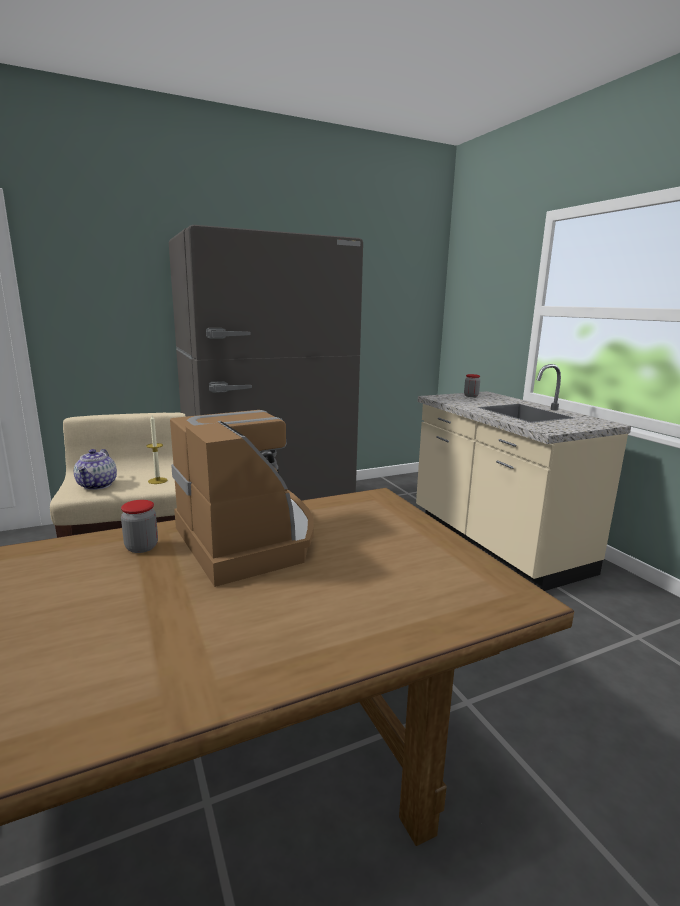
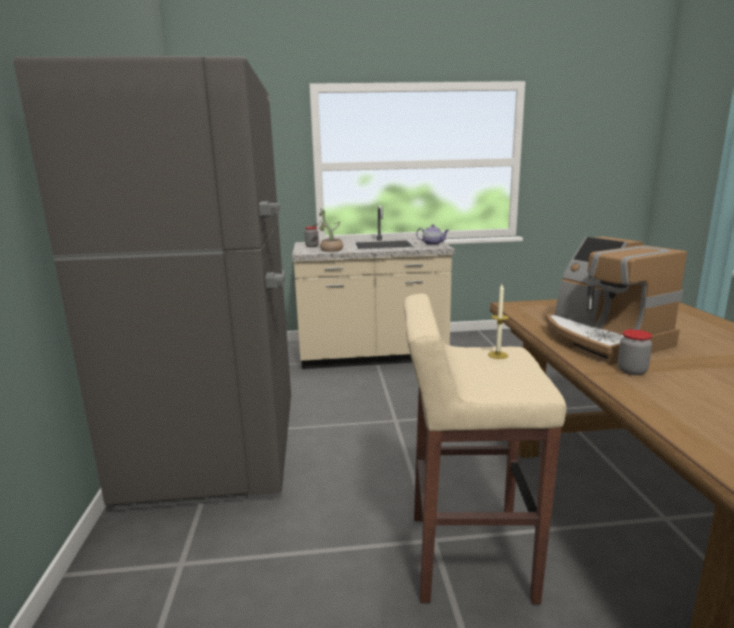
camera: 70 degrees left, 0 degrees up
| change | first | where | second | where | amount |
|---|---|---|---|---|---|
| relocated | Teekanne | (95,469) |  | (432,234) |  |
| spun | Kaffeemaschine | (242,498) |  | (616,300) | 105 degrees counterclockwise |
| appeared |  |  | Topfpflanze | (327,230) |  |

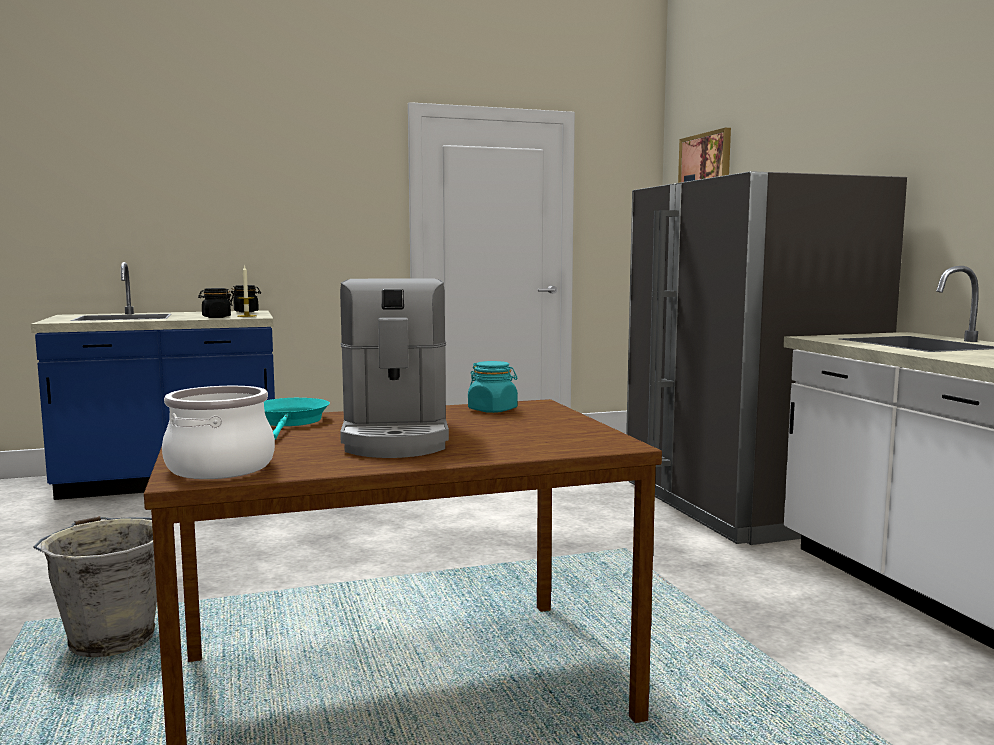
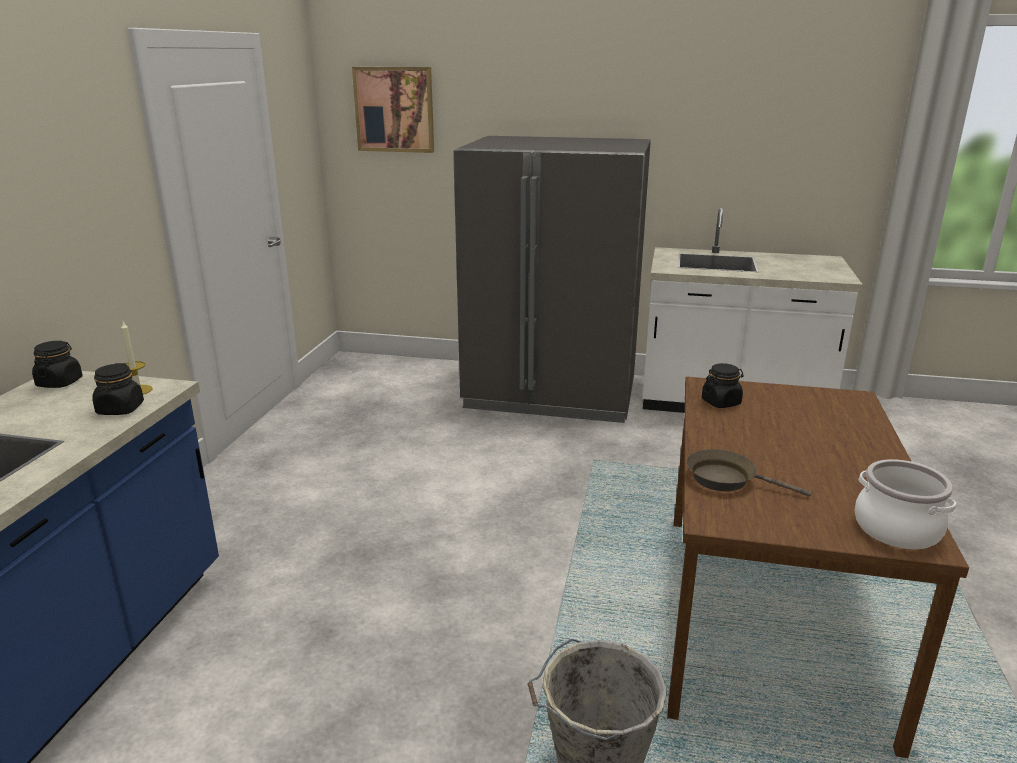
camera: 60 degrees left, 15 degrees up
| change | first | where | second | where | amount |
|---|---|---|---|---|---|
| colour | Pfanne (türkis) | (297,418) | Pfanne (braun) | (749,472) |  |
| missing | Kaffeemaschine | (394,368) |  |  |  |
| colour | Vorratsglas (türkis) | (493,387) | Vorratsglas (schwarz) | (723,385) |  |

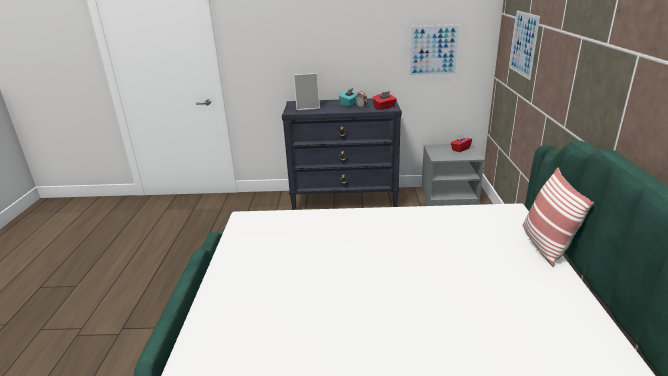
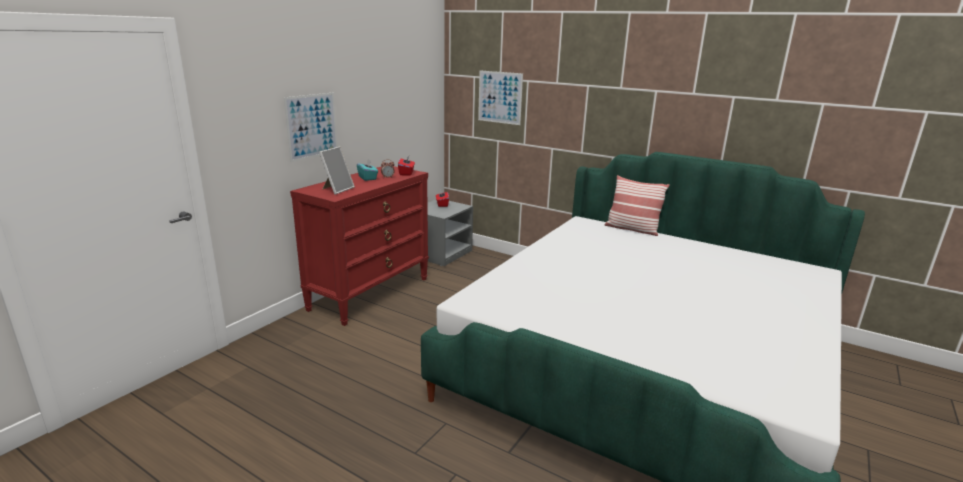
camera: 60 degrees left, 5 degrees down
| change | first | where | second | where | amount |
|---|---|---|---|---|---|
| colour | Kommode (schwarz) | (342,154) | Kommode (rot) | (359,246) |  |
| relocated | Bild | (434,50) |  | (310,127) |  |

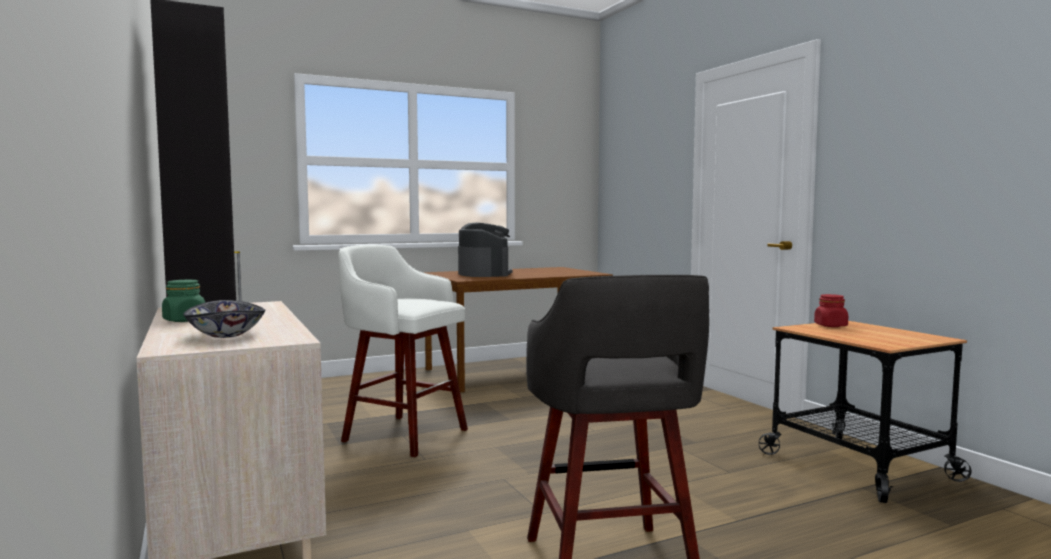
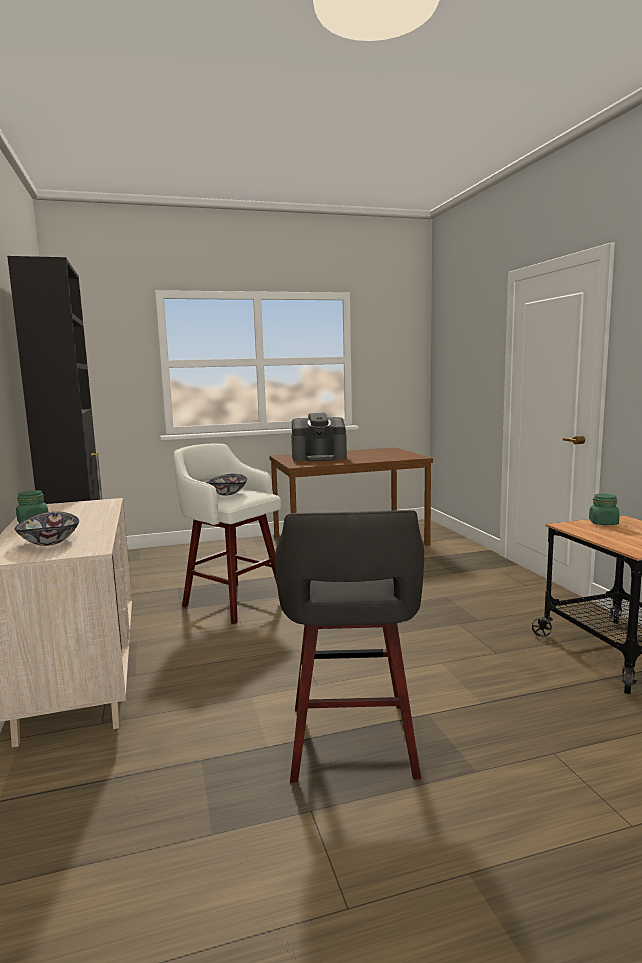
camera: 10 degrees right, 5 degrees up
| change | first | where | second | where | amount |
|---|---|---|---|---|---|
| spun | Kaffeemaschine | (485,249) |  | (319,437) | 90 degrees clockwise |
| colour | Vorratsglas (rot) | (831,310) | Vorratsglas (grün) | (604,509) |  |
| appeared |  |  | Schüssel | (226,484) |  |

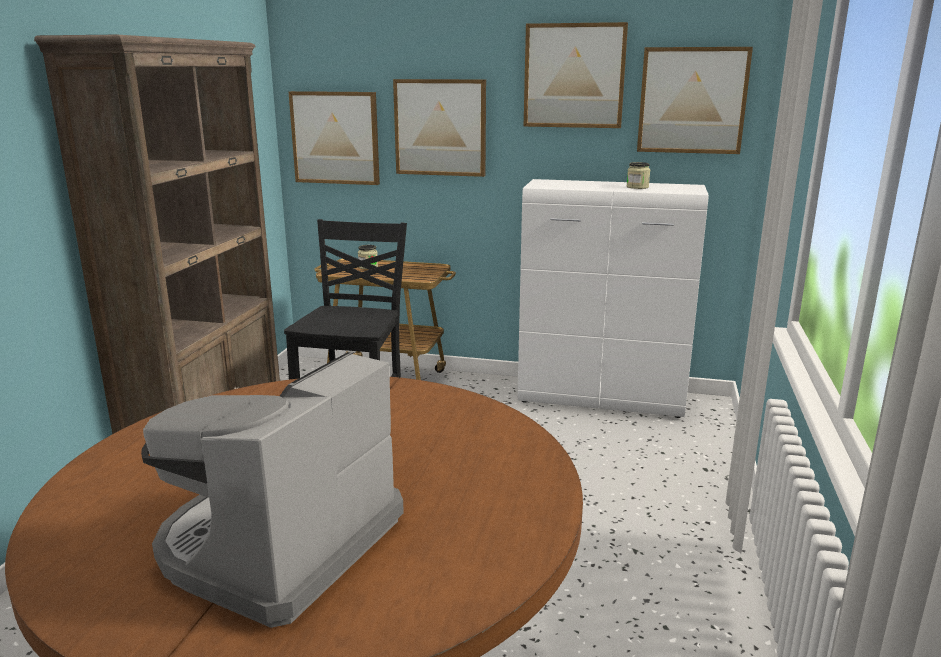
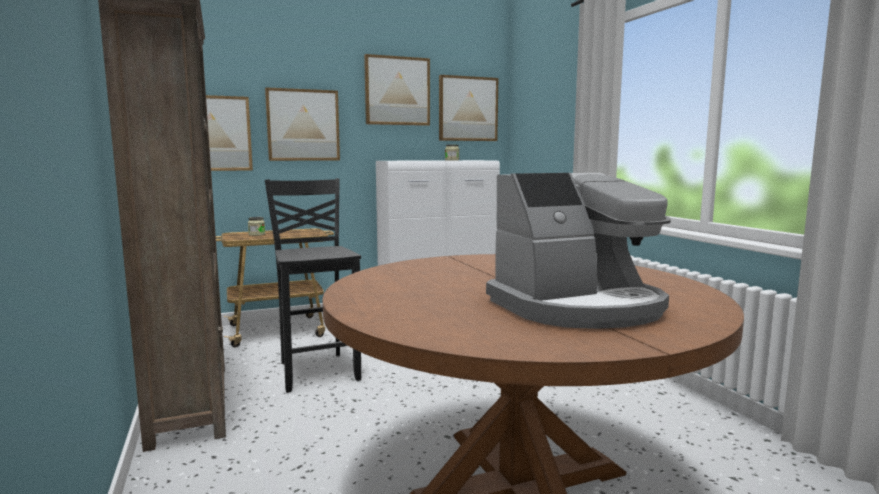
camera: 35 degrees left, 10 degrees down
| change | first | where | second | where | amount |
|---|---|---|---|---|---|
| spun | Kaffeemaschine | (272,489) |  | (578,251) | 105 degrees counterclockwise |

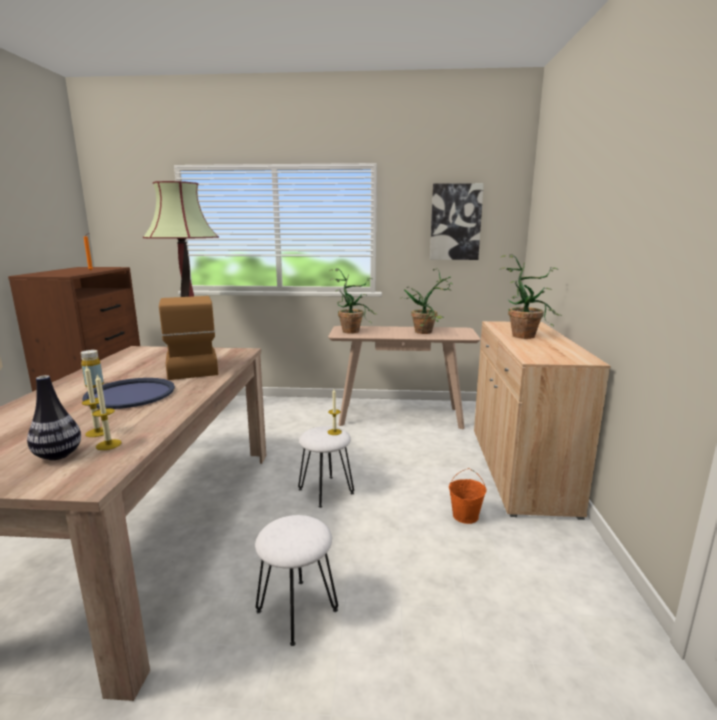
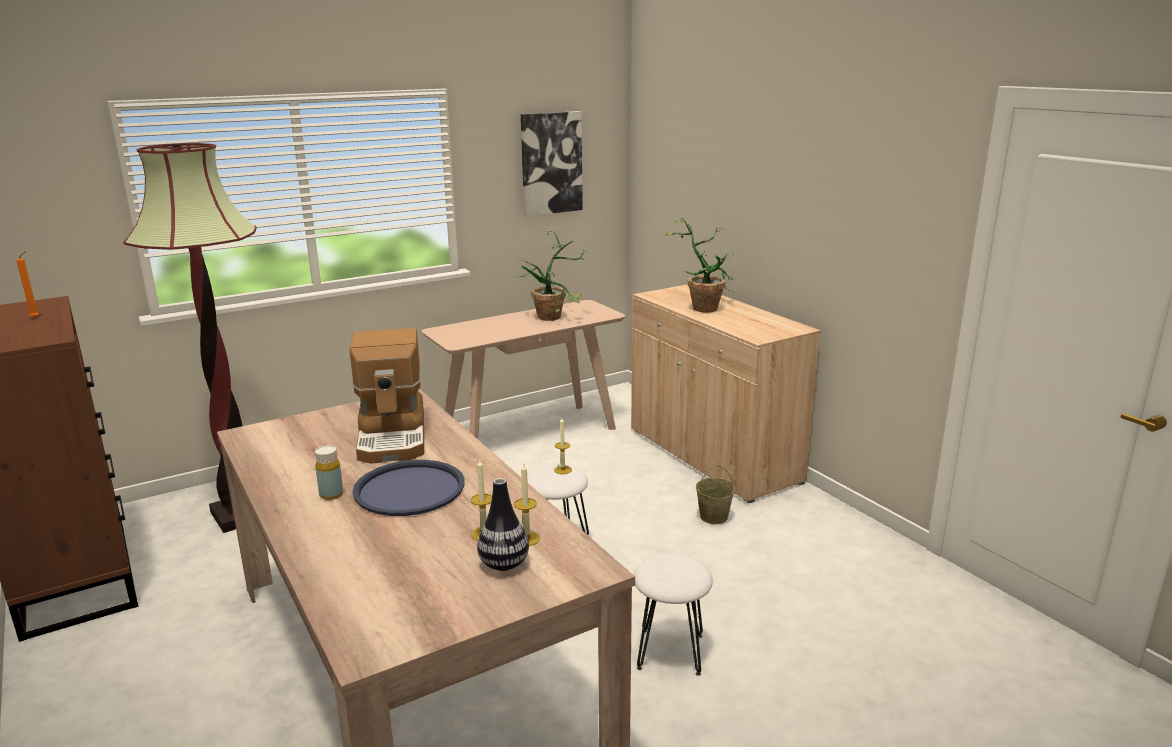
camera: 35 degrees left, 5 degrees up
| change | first | where | second | where | amount |
|---|---|---|---|---|---|
| spun | Kaffeemaschine | (188,338) |  | (387,396) | 135 degrees counterclockwise |
| missing | Topfpflanze | (353,301) |  |  |  |
| colour | Eimer (orange) | (467,496) | Eimer (beige) | (715,494) |  |

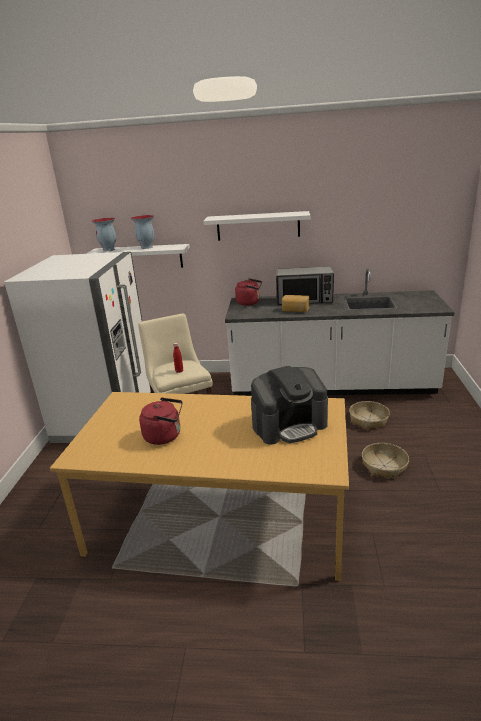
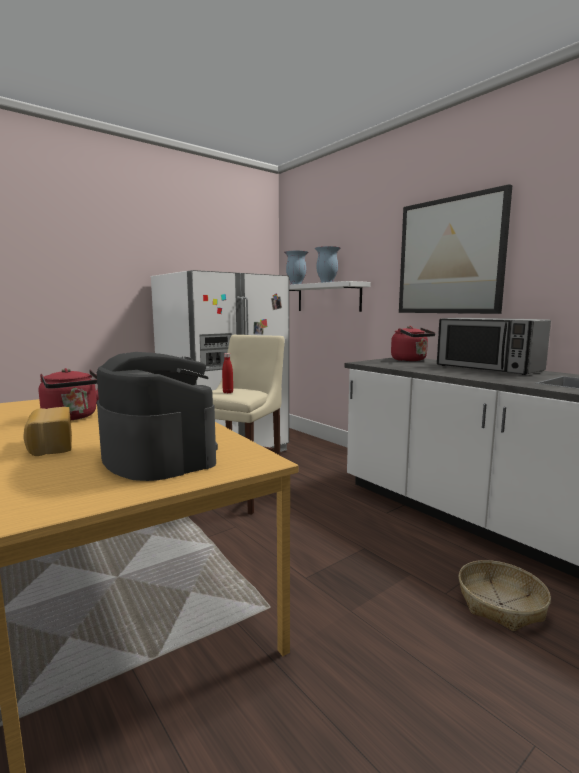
camera: 45 degrees right, 15 degrees down
| change | first | where | second | where | amount |
|---|---|---|---|---|---|
| exchanged | Wandregal (weiß) | (257,226) | Bild | (455,249) |  |
| spun | Kaffeemaschine | (289,405) |  | (157,416) | 150 degrees counterclockwise |
| relocated | Brot | (296,303) |  | (48,431) |  |
| missing | Korb | (385,461) |  |  |  |

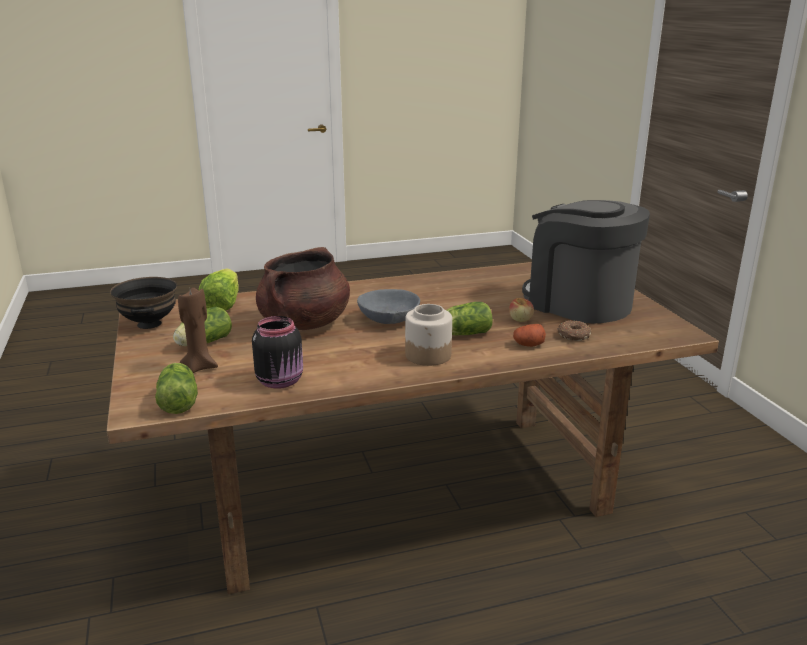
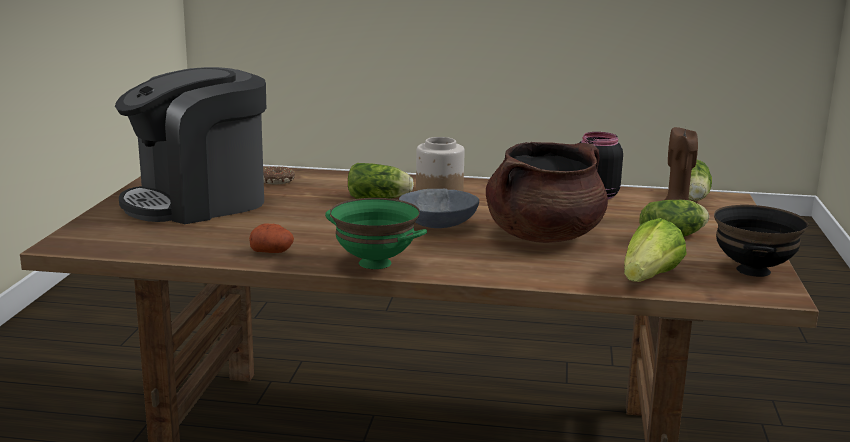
camera: 155 degrees left, 5 degrees down
| change | first | where | second | where | amount |
|---|---|---|---|---|---|
| missing | Apfel | (521,310) |  |  |  |
| relocated | Kartoffel | (529,335) |  | (271,238) |  |
| spun | Kaffeemaschine | (586,262) |  | (190,145) | 75 degrees clockwise |
| appeared |  |  | Schüssel (grün) | (376,233) |  |

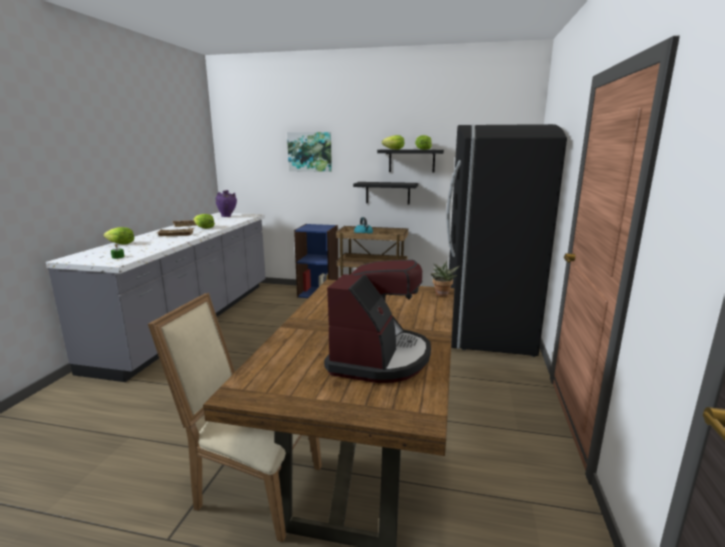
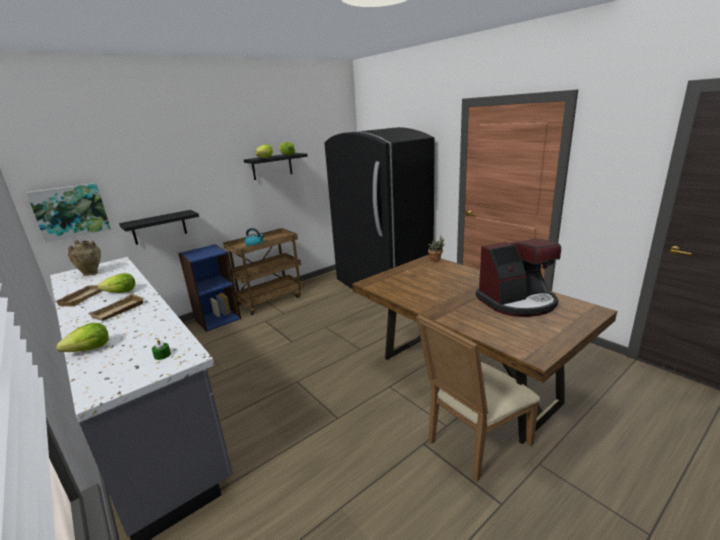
camera: 50 degrees left, 5 degrees up
| change | first | where | second | where | amount |
|---|---|---|---|---|---|
| colour | Vase (lila) | (226,203) | Vase (beige) | (84,258) |  |
| relocated | Bild | (309,152) |  | (68,212) |  |
| spun | Kaffeemaschine | (377,321) |  | (518,278) | 105 degrees clockwise |
| relocated | Wandregal (schwarz) | (385,193) |  | (159,227) |  |

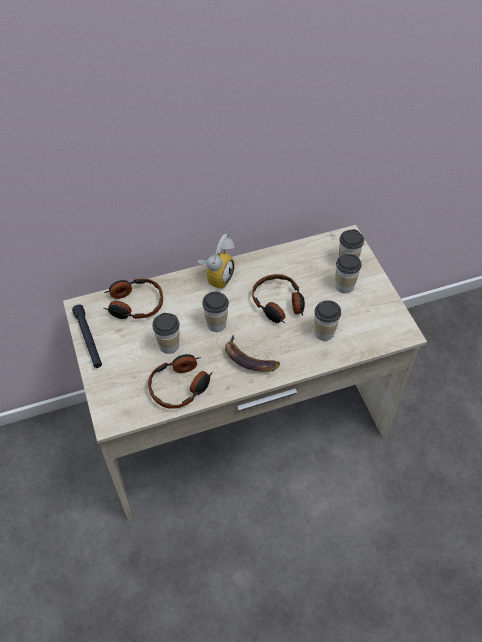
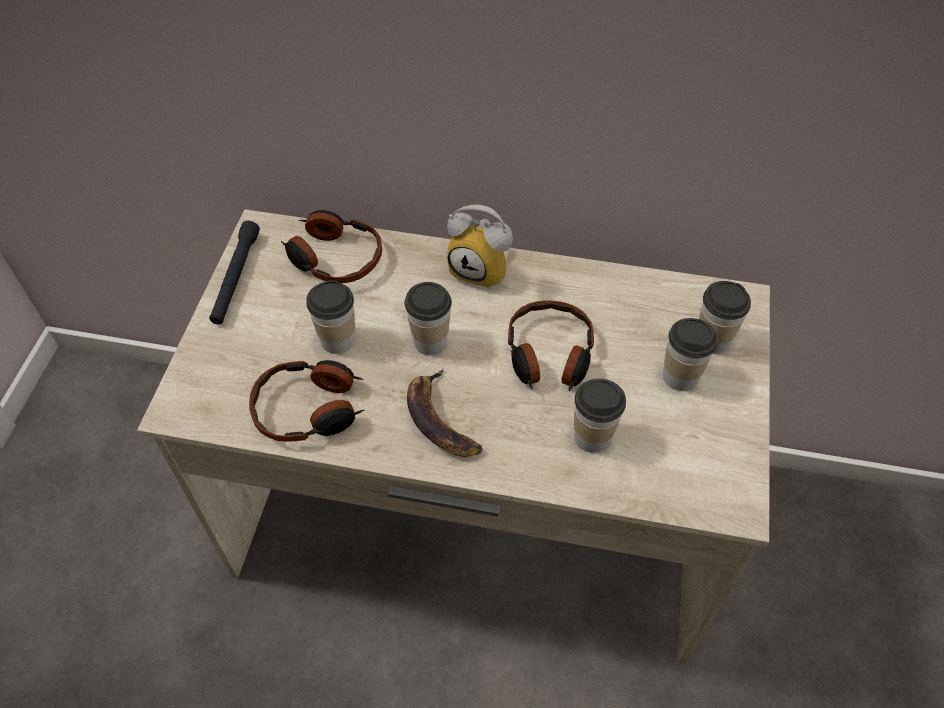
camera: 30 degrees right, 0 degrees up
| change | first | where | second | where | amount |
|---|---|---|---|---|---|
| spun | Wecker | (216,261) |  | (480,246) | 60 degrees clockwise |

